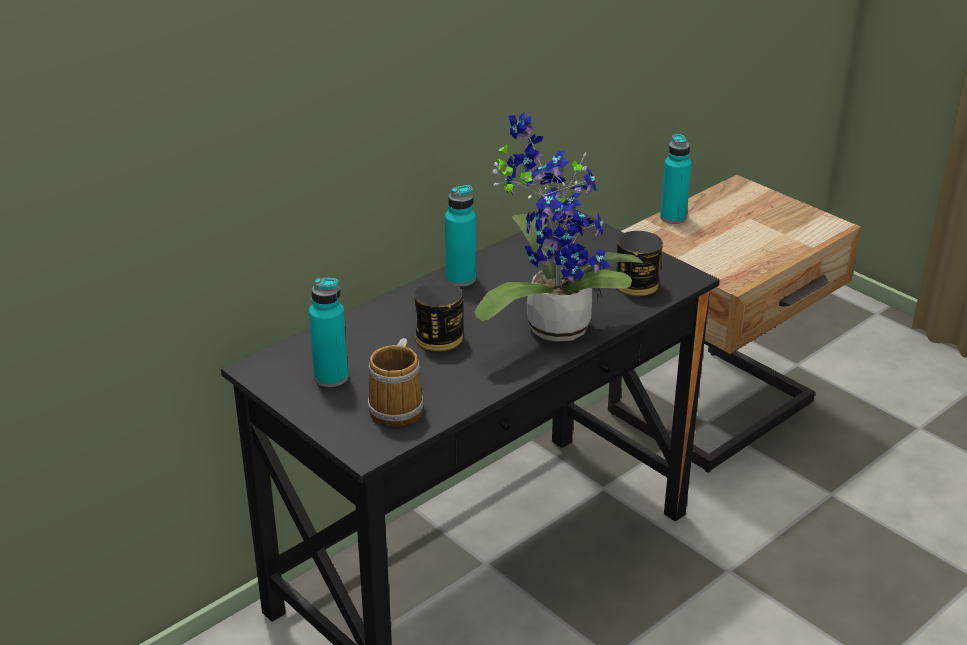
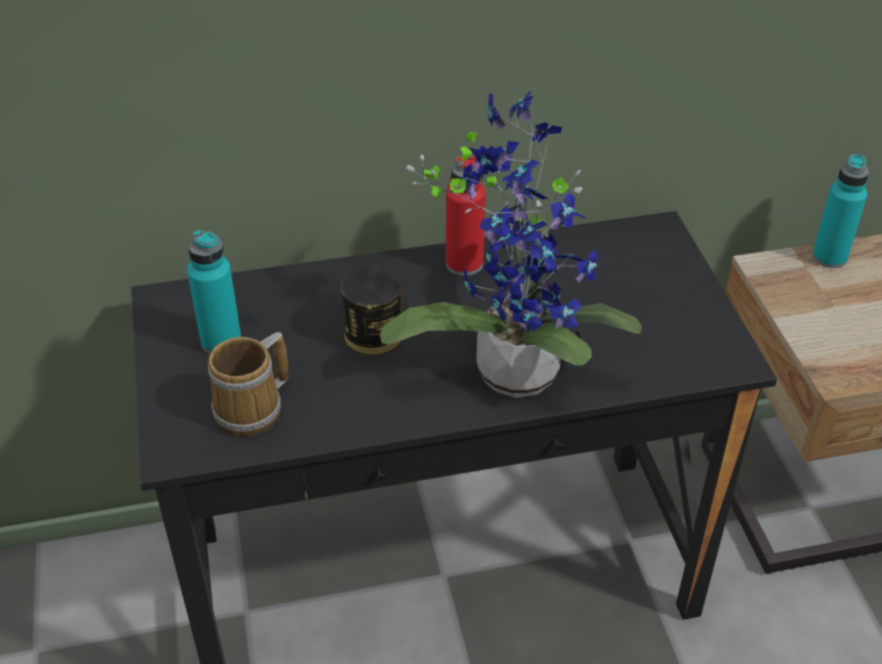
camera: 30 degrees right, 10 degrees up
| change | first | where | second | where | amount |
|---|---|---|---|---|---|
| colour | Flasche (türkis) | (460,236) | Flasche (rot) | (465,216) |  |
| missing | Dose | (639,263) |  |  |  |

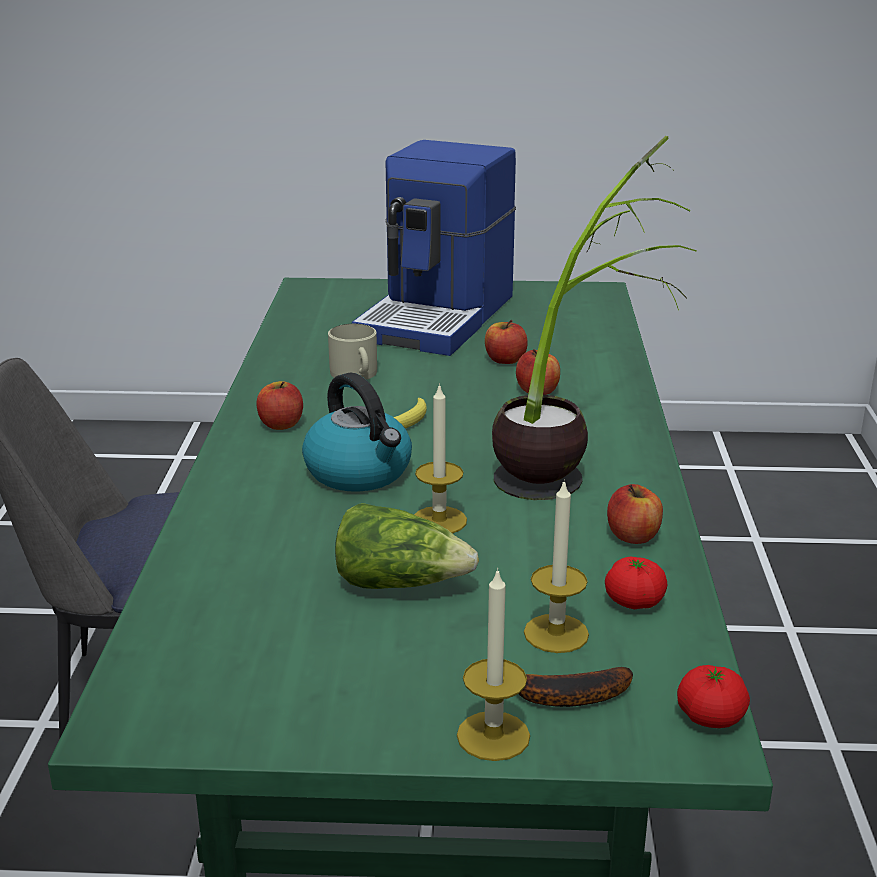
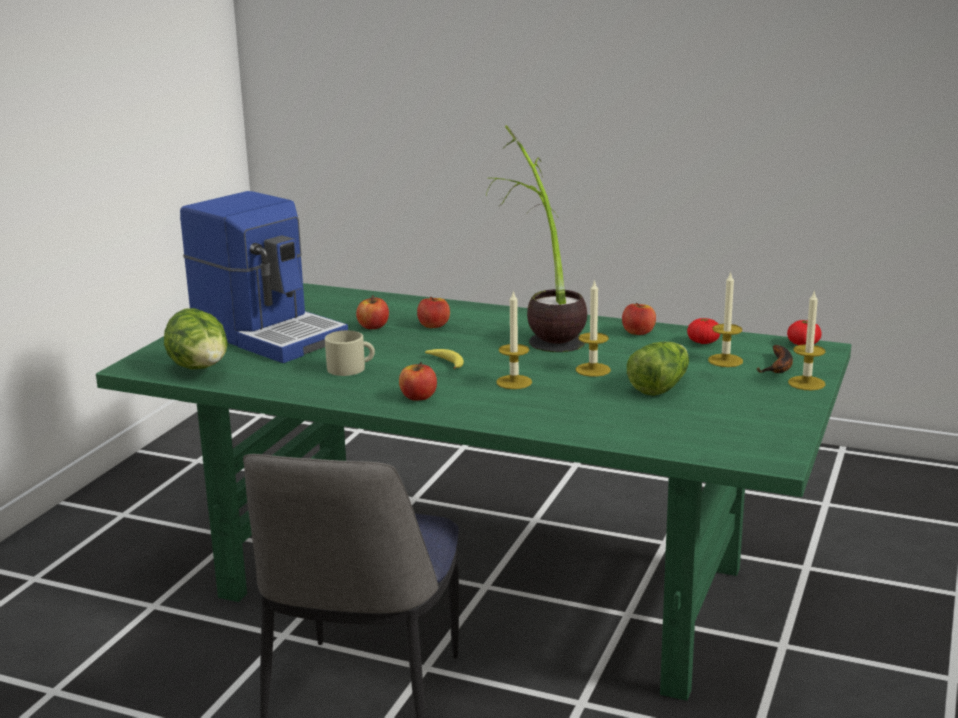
camera: 70 degrees left, 5 degrees down
| change | first | where | second | where | amount |
|---|---|---|---|---|---|
| exchanged | Wasserkessel | (357,432) | Kerze | (514,339) |  |
| appeared |  |  | Salatkopf | (196,338) |  |

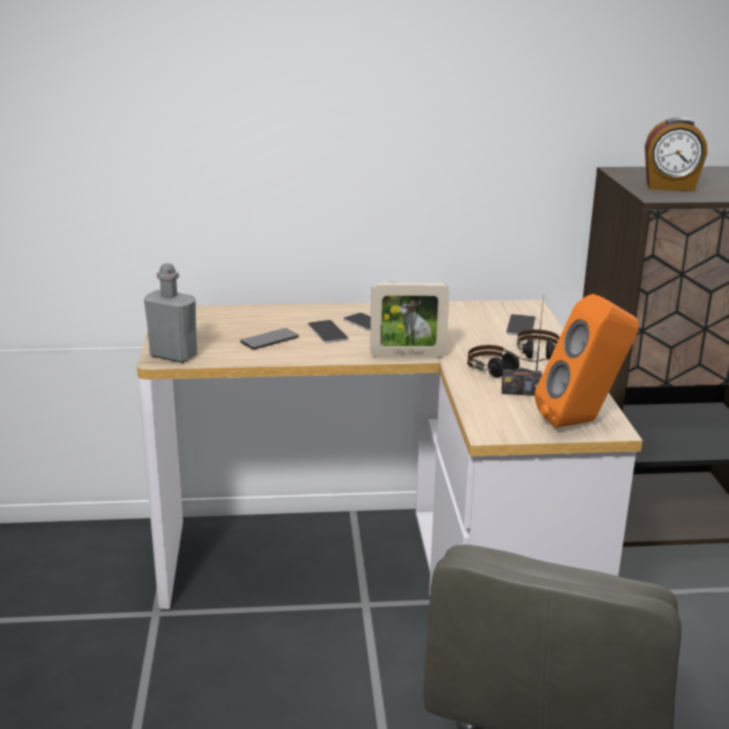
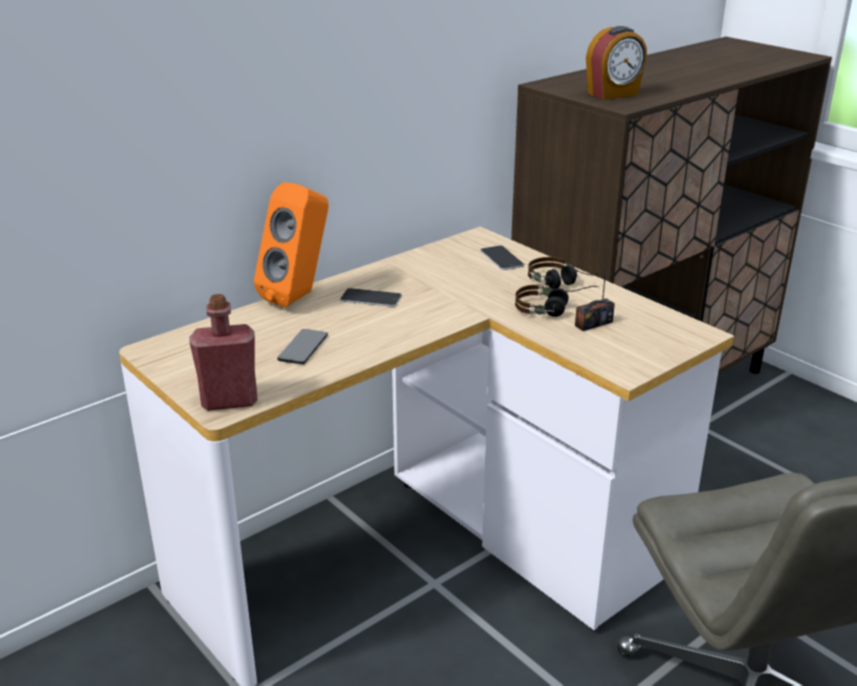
camera: 35 degrees left, 5 degrees up
| change | first | where | second | where | amount |
|---|---|---|---|---|---|
| colour | Flasche (grau) | (170,313) | Flasche (rot) | (223,352) |  |
| missing | Handy | (328,331) |  |  |  |
| missing | Bilderrahmen | (409,320) |  |  |  |
| relocated | Lautsprecher (orange) | (587,361) |  | (291,245) |  |

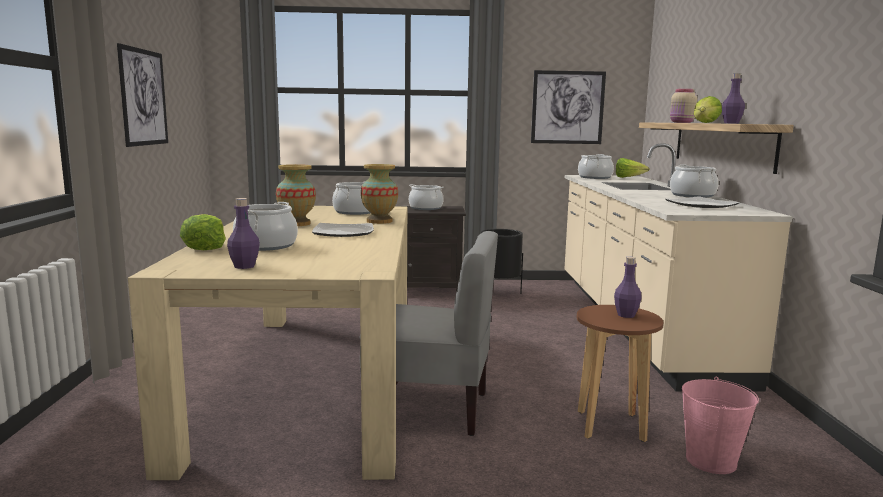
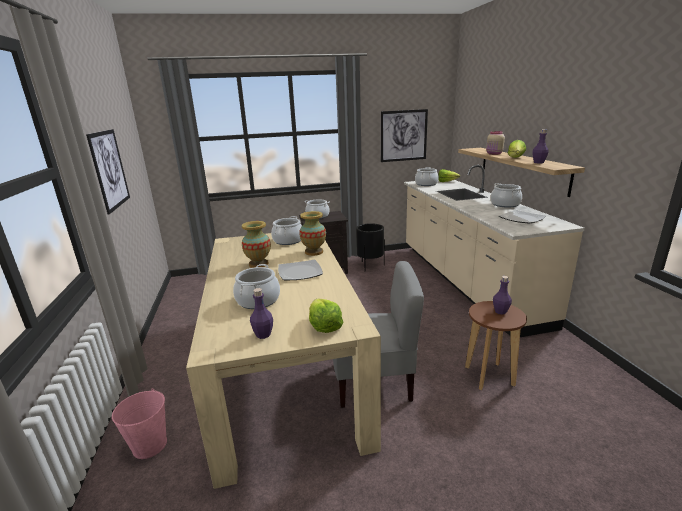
camera: 10 degrees left, 10 degrees up
| change | first | where | second | where | amount |
|---|---|---|---|---|---|
| relocated | Salatkopf | (203,232) |  | (326,316) |  |
| relocated | Eimer (rosa) | (720,425) |  | (139,423) |  |

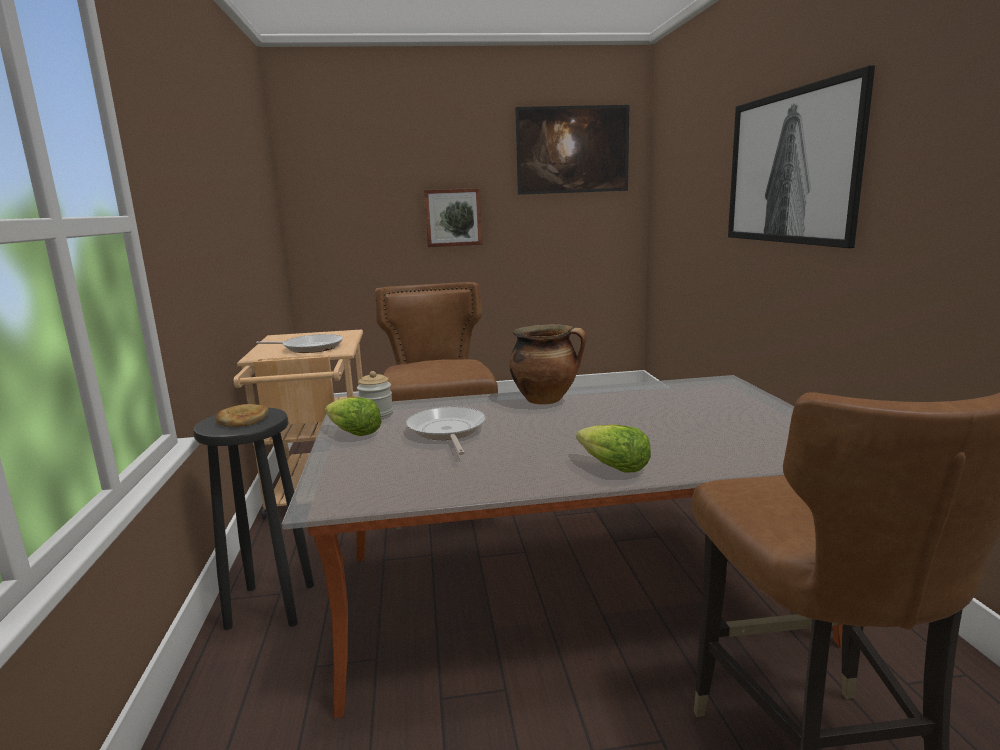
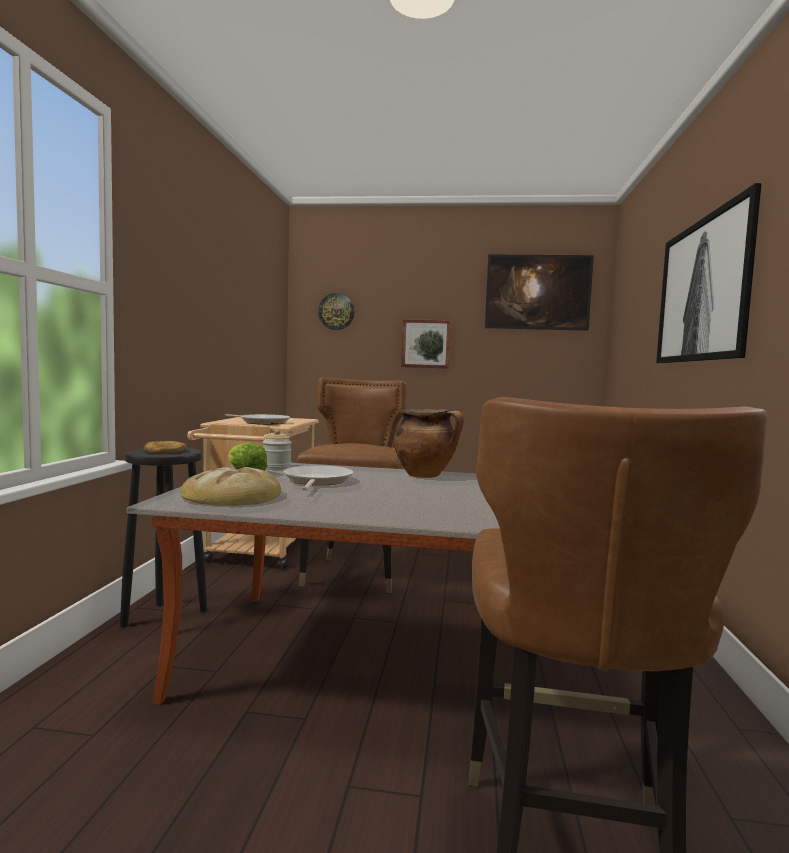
camera: 15 degrees right, 10 degrees down
| change | first | where | second | where | amount |
|---|---|---|---|---|---|
| missing | Salatkopf | (613,448) |  |  |  |
| appeared |  |  | Brot | (230,486) |  |
| appeared |  |  | Wanduhr | (336,311) |  |

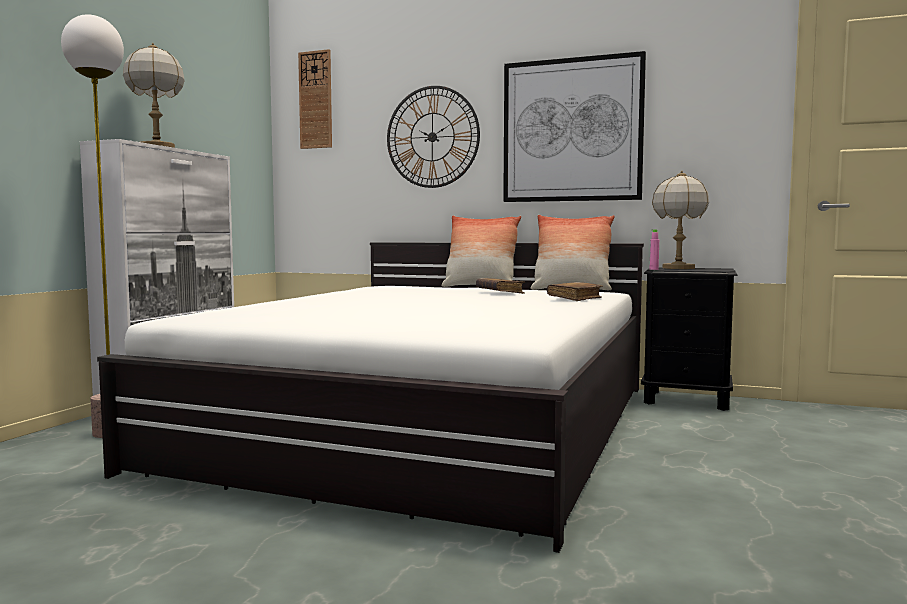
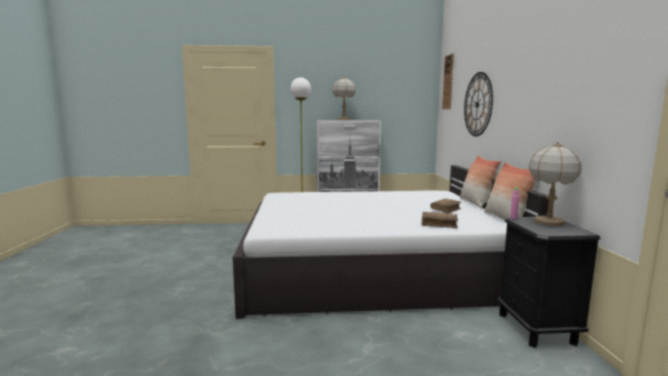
camera: 65 degrees right, 5 degrees up
| change | first | where | second | where | amount |
|---|---|---|---|---|---|
| missing | Bild | (574,126) |  |  |  |

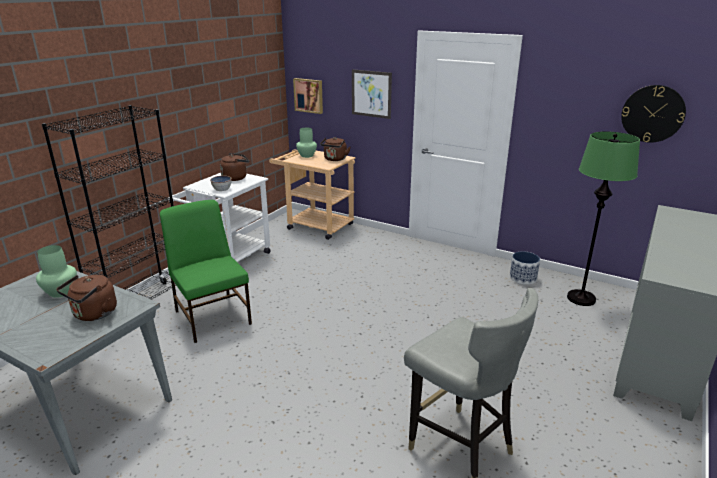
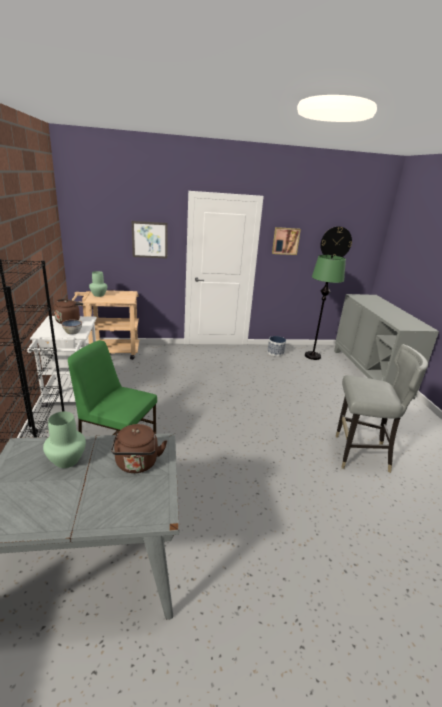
camera: 40 degrees left, 0 degrees up
| change | first | where | second | where | amount |
|---|---|---|---|---|---|
| relocated | Bild | (308,96) |  | (286,241) |  |
| missing | Wasserkessel (braun) | (335,149) |  |  |  |

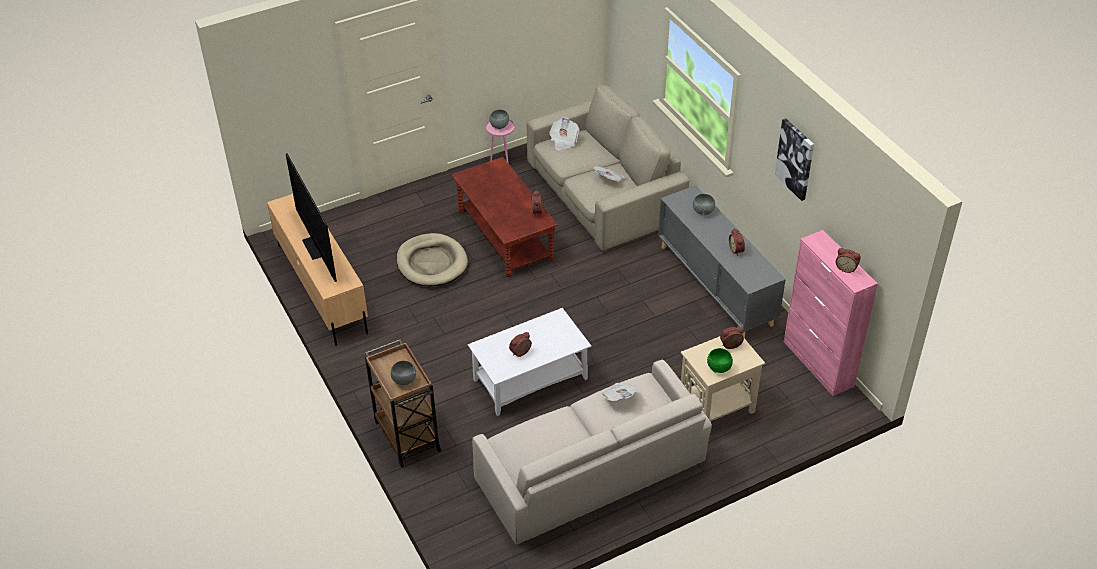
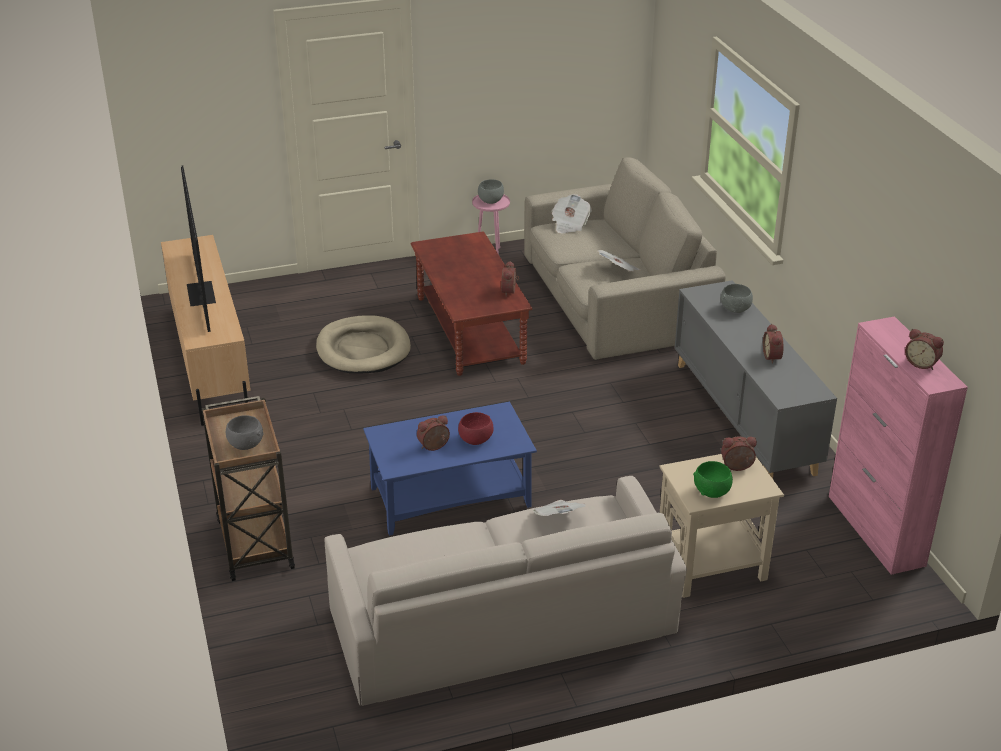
camera: 10 degrees right, 10 degrees down
| change | first | where | second | where | amount |
|---|---|---|---|---|---|
| colour | Couchtisch (weiß) | (529,362) | Couchtisch (blau) | (450,469) |  |
| missing | Bild | (794,159) |  |  |  |
| appeared |  |  | Schüssel (rot) | (476,428) |  |

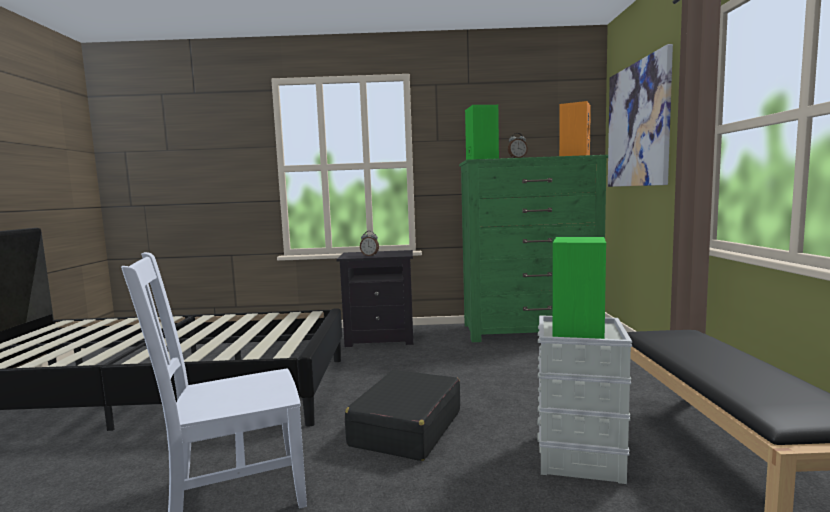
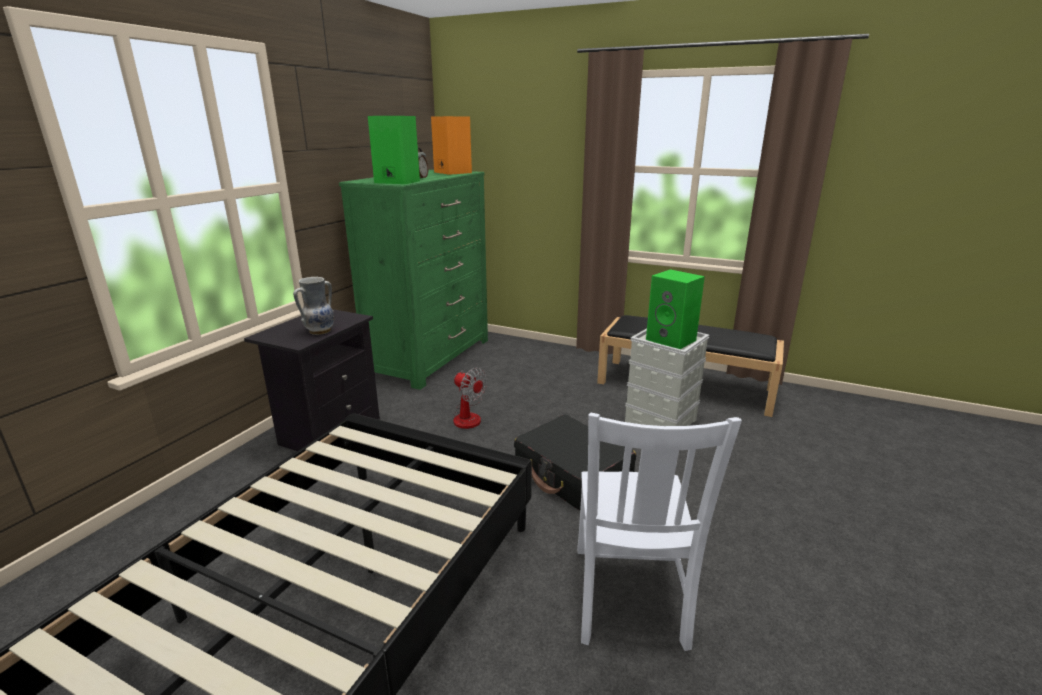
camera: 65 degrees left, 15 degrees up
| change | first | where | second | where | amount |
|---|---|---|---|---|---|
| exchanged | Wecker | (369,243) | Vase | (314,306) |  |
| missing | Bild | (640,115) |  |  |  |
| appeared |  |  | Ventilator | (470,398) |  |

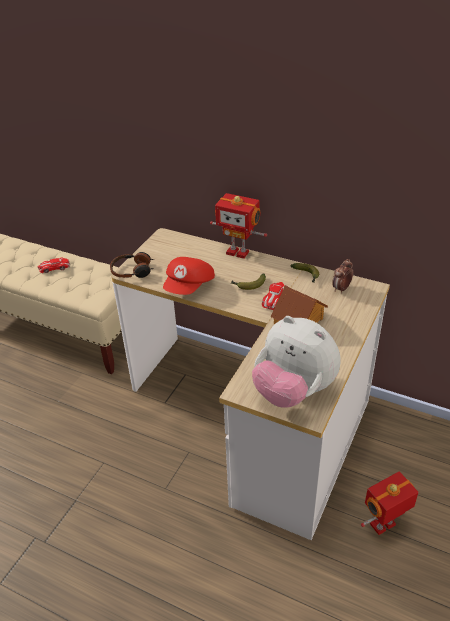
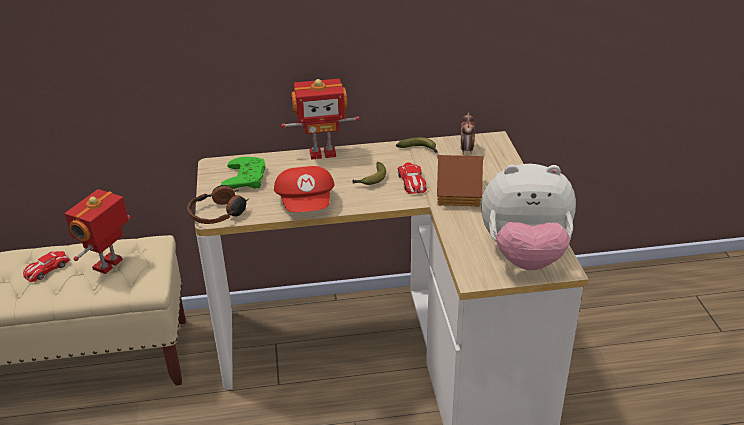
camera: 35 degrees left, 5 degrees down
| change | first | where | second | where | amount |
|---|---|---|---|---|---|
| relocated | Spielzeugroboter | (390,503) |  | (98,231) |  |
| appeared |  |  | Gamepad (grün) | (243,173) |  |

